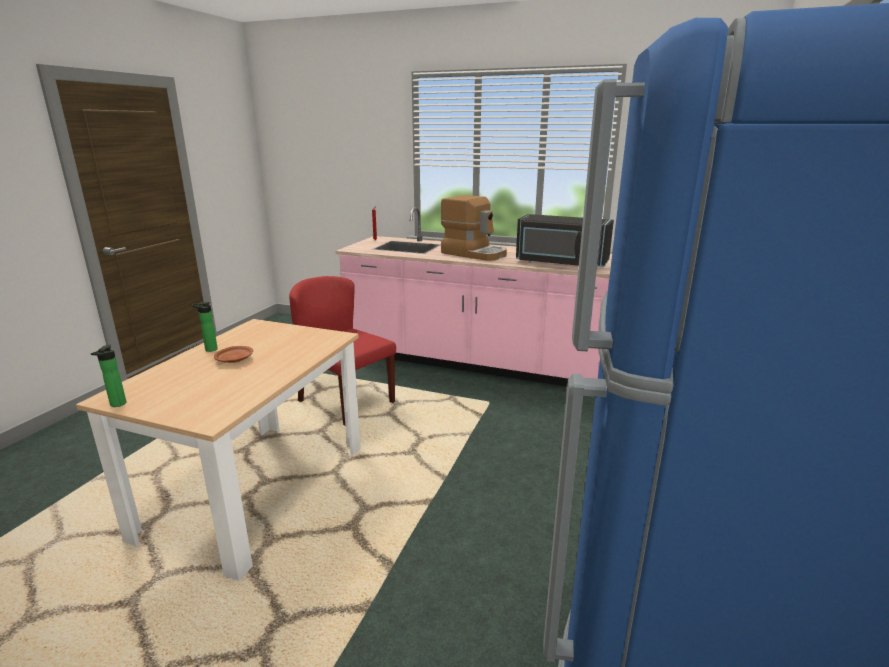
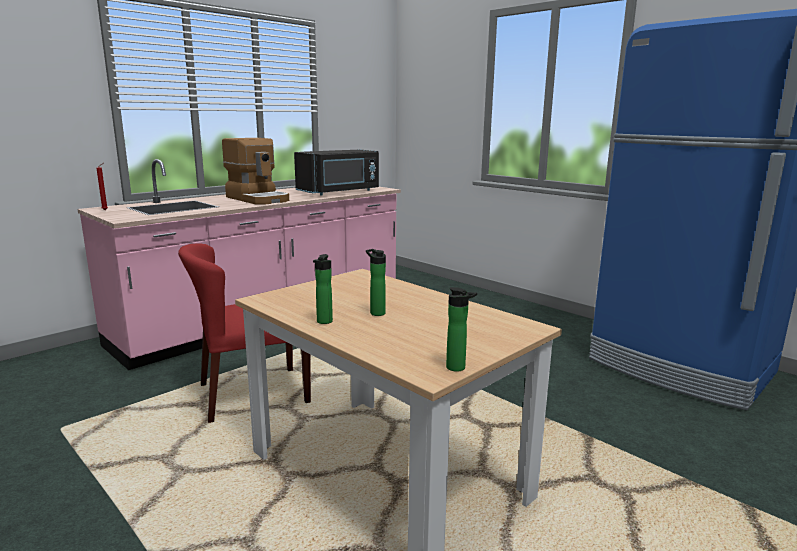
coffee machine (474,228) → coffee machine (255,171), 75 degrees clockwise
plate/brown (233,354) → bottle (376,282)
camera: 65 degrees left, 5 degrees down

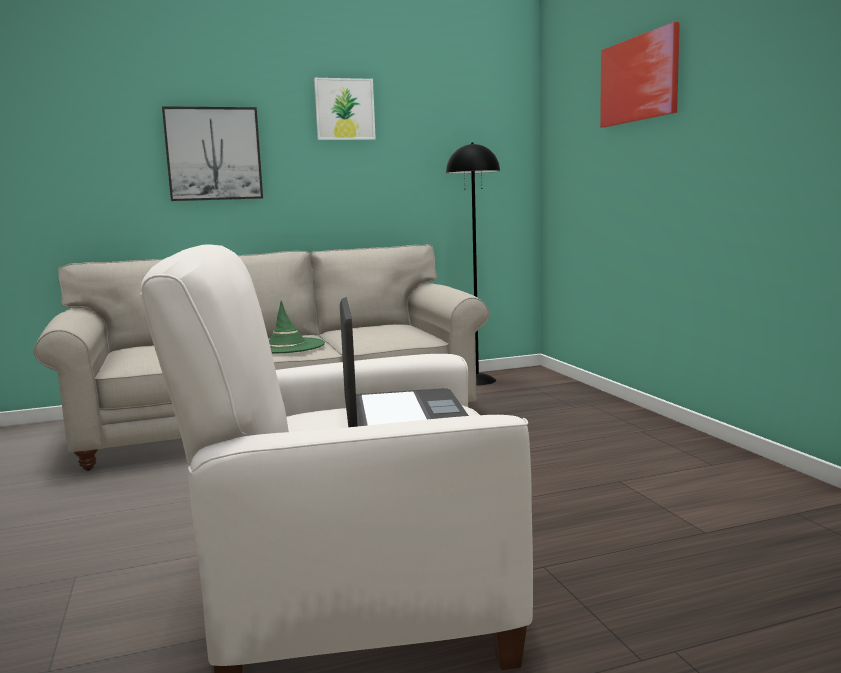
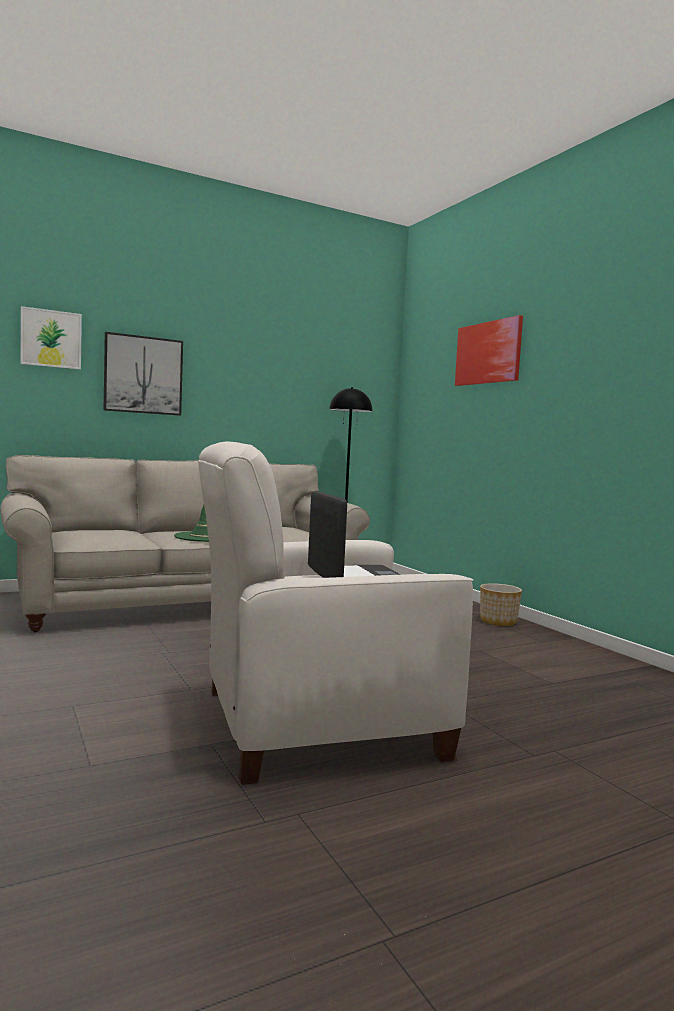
picture (345,109) → picture (51,338), move
- → planter (501,604)
camera: 10 degrees left, 5 degrees down

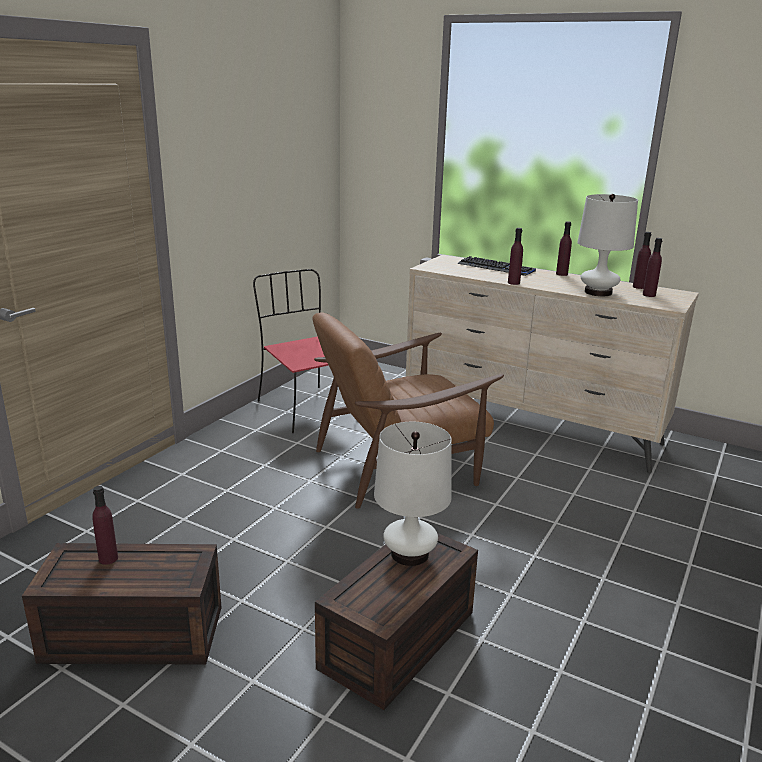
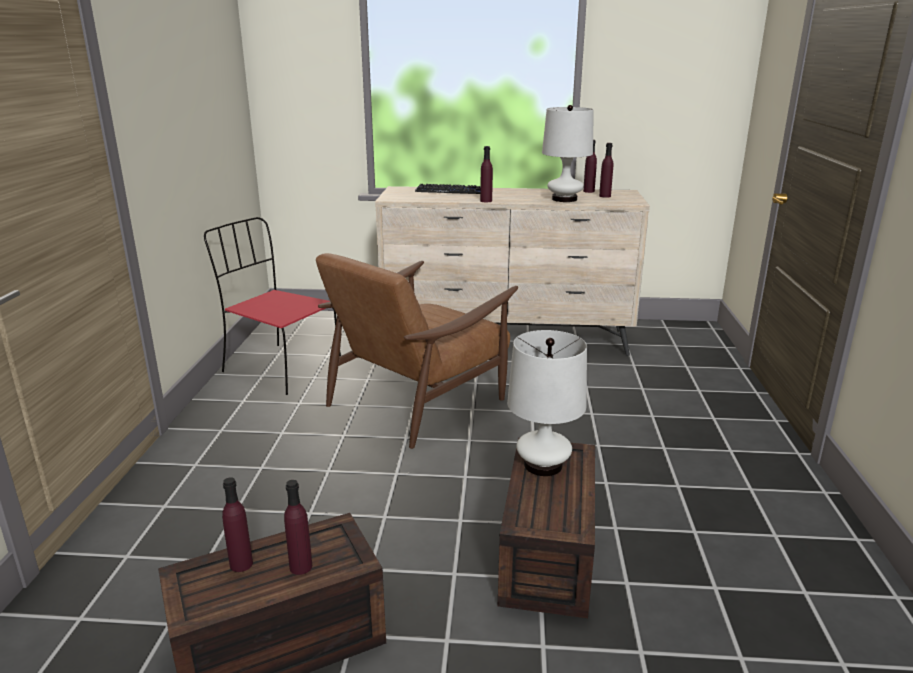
bottle/purple (564,248) → bottle/purple (298,527), move
camera: 25 degrees left, 0 degrees up

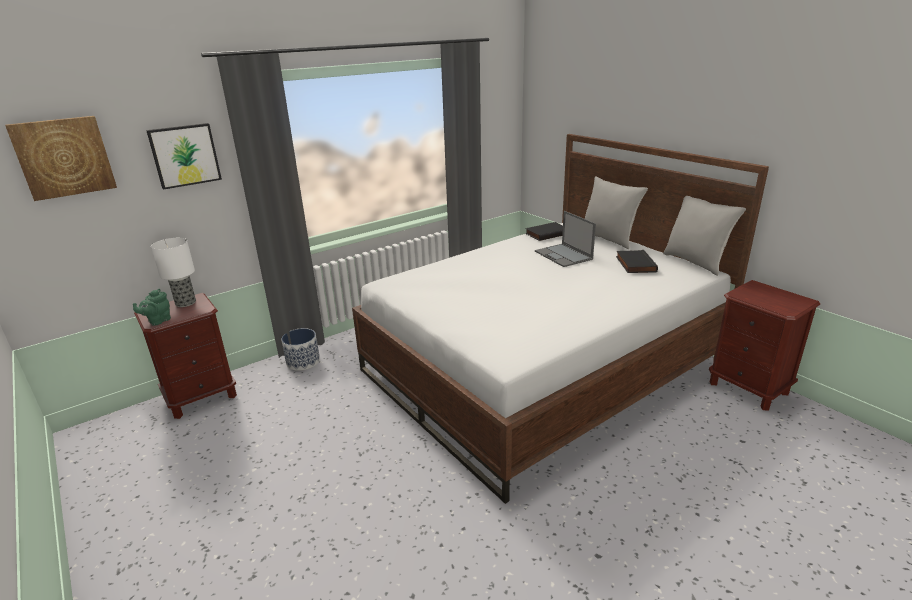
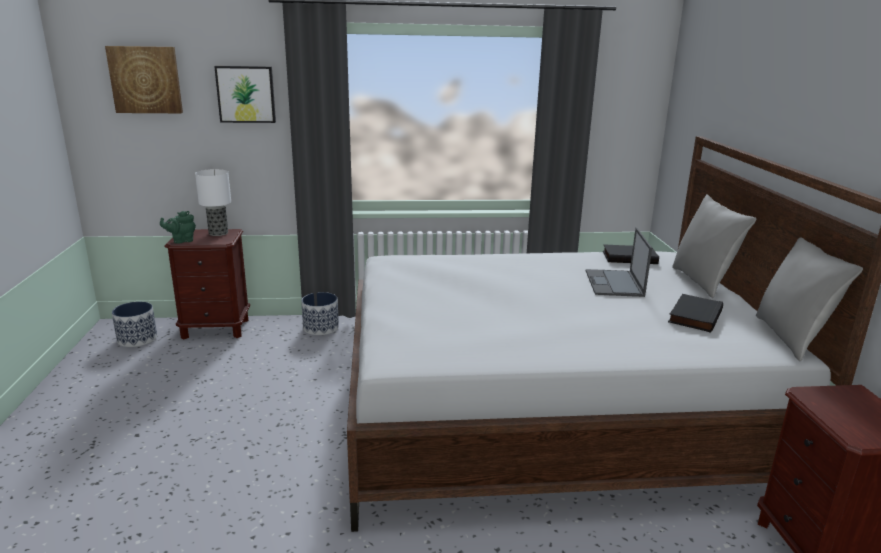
- → planter (134,324)
camera: 30 degrees right, 5 degrees down

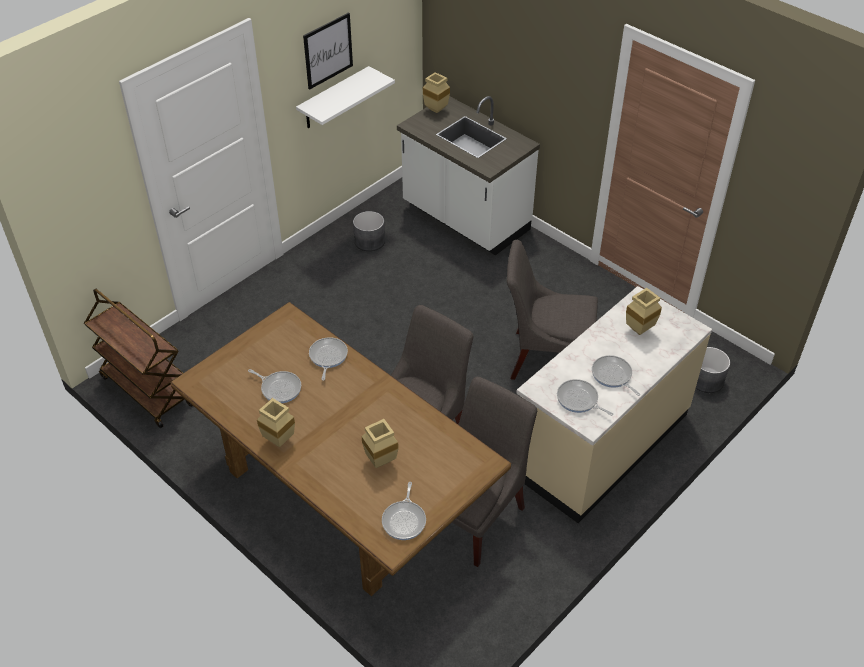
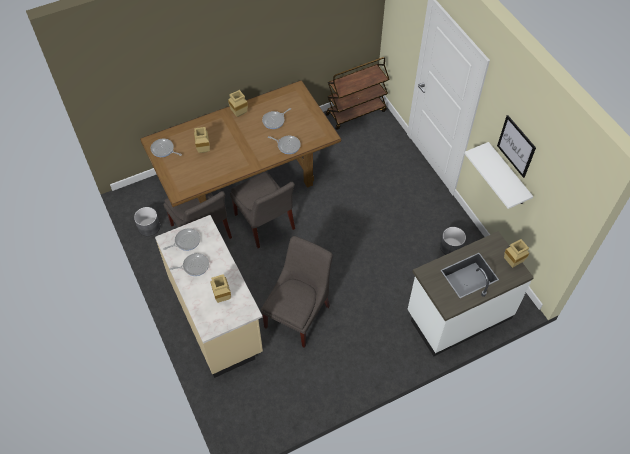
planter/grey (712,370) → planter/grey (147,221), move
camera: 110 degrees right, 10 degrees up

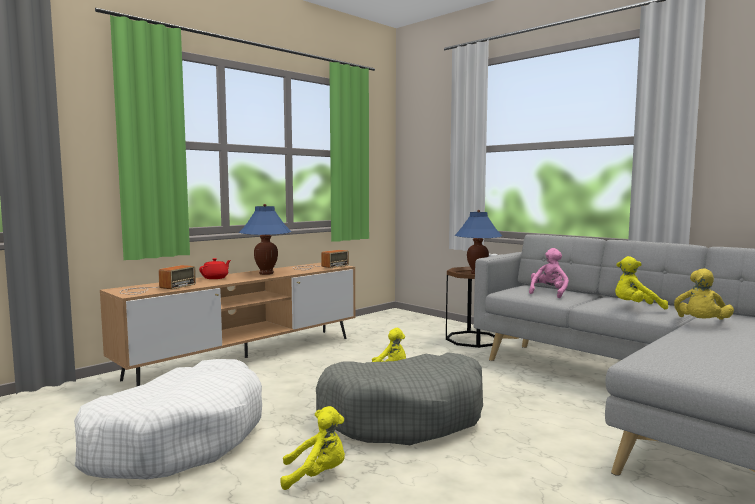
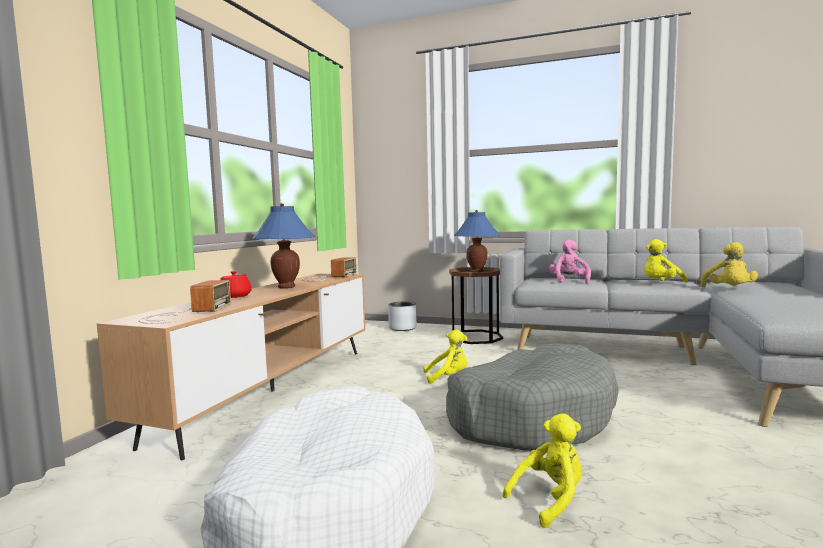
- → planter/grey (402,316)
camera: 25 degrees left, 0 degrees up

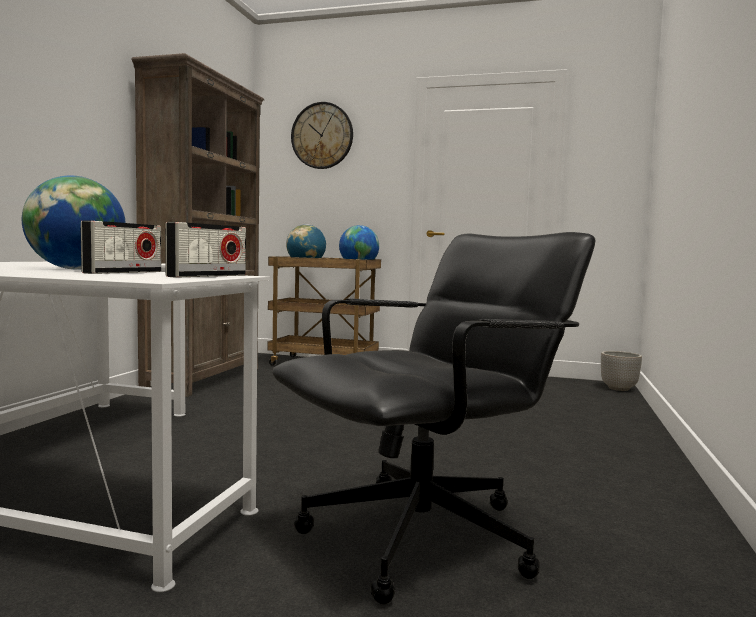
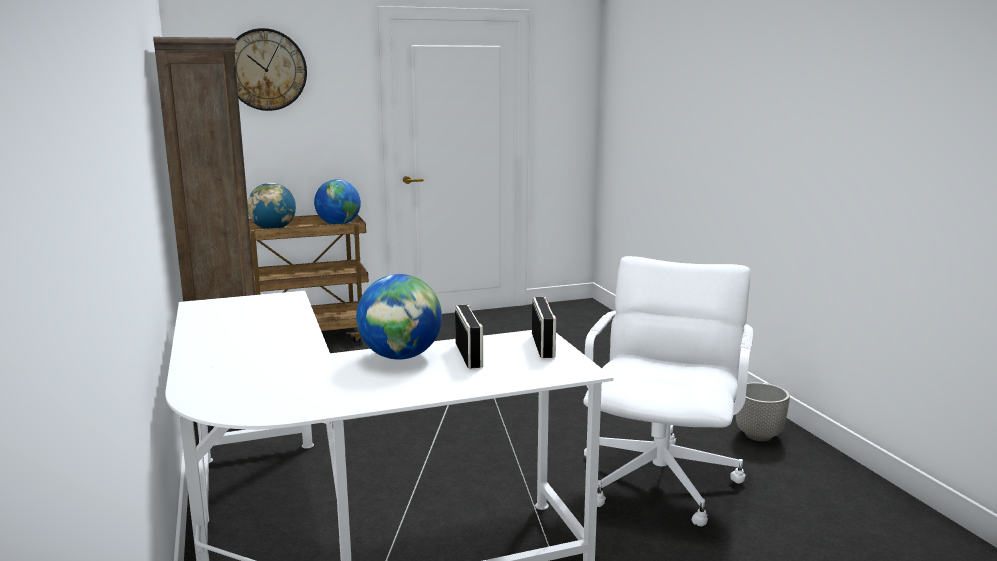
office chair/black (434,418) → office chair/white (668,391)
planter (621,371) → planter (762,411), move
camera: 35 degrees left, 10 degrees up

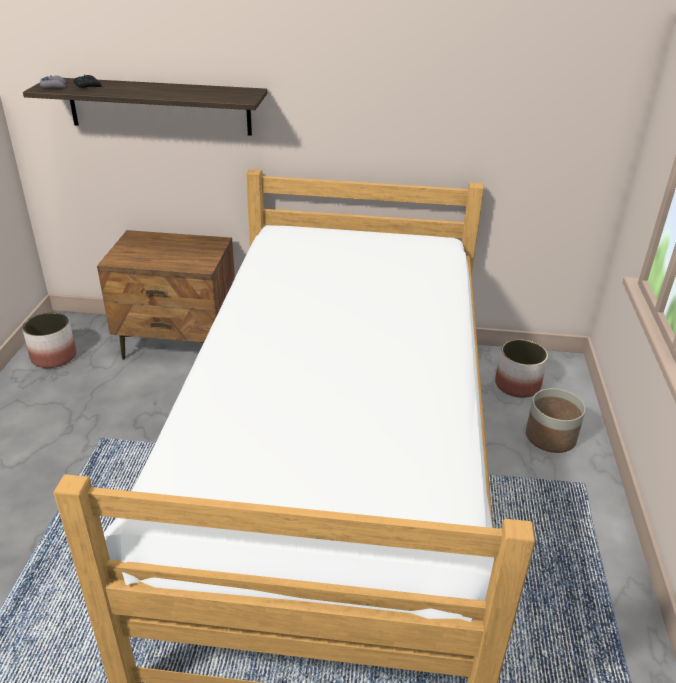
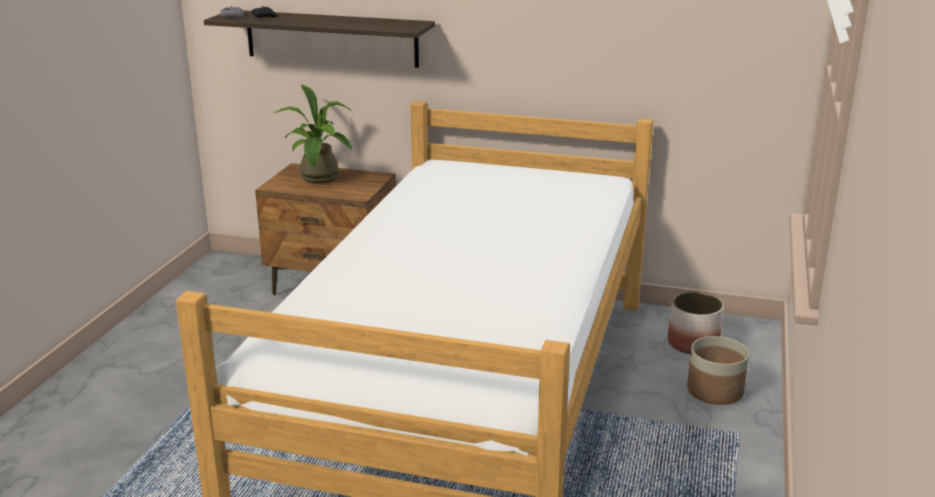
- → potted plant (313,133)
planter (49,340) → -
camera: 10 degrees right, 10 degrees down

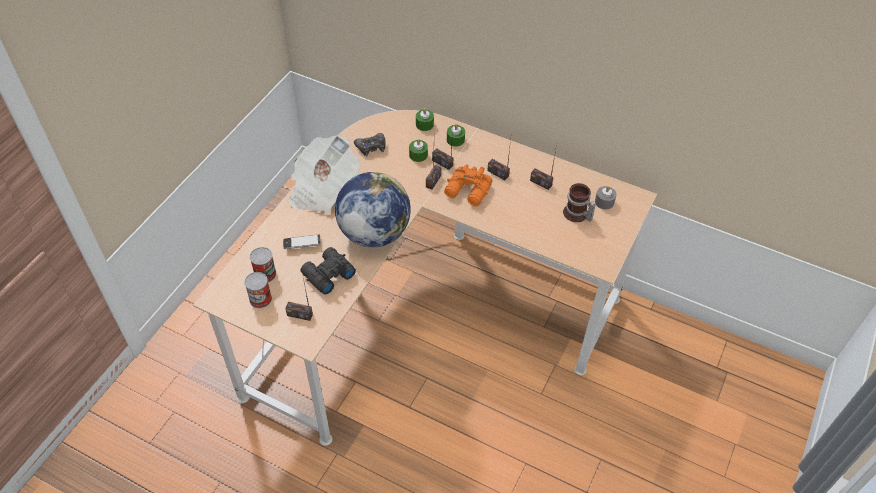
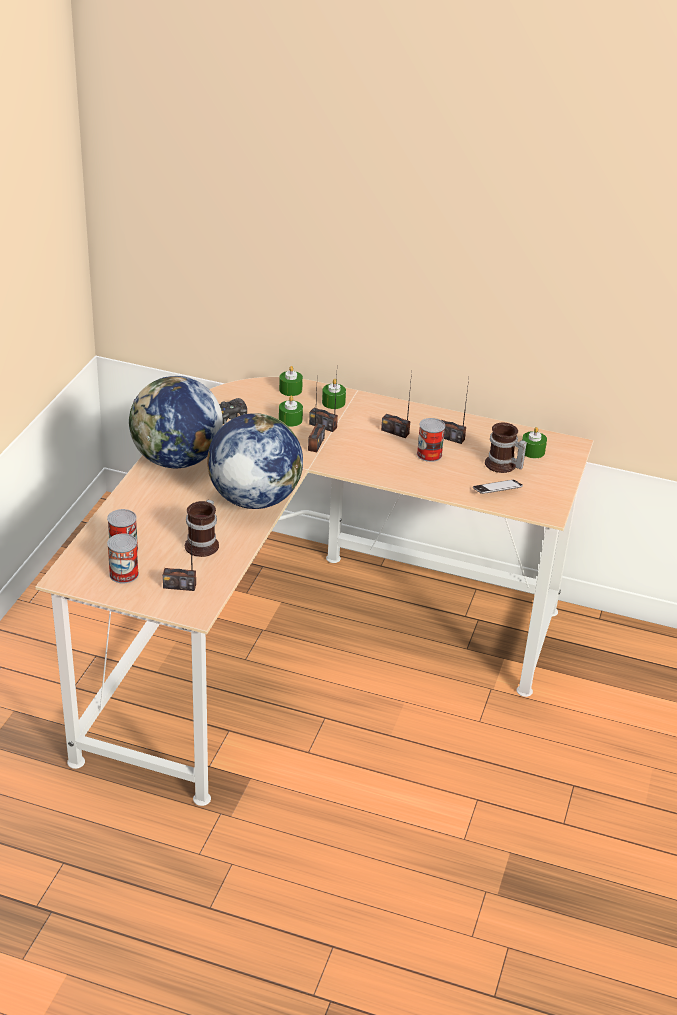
newspaper (324,174) → globe (176,422)
binoculars/black (328,271) → mug (202,528)
- → can (431,440)
phone (302,241) → phone (498,487), move
candle/grey (606,197) → candle/green (534,442)
binoculars/orange (468,185) → -
camera: 10 degrees left, 15 degrees down

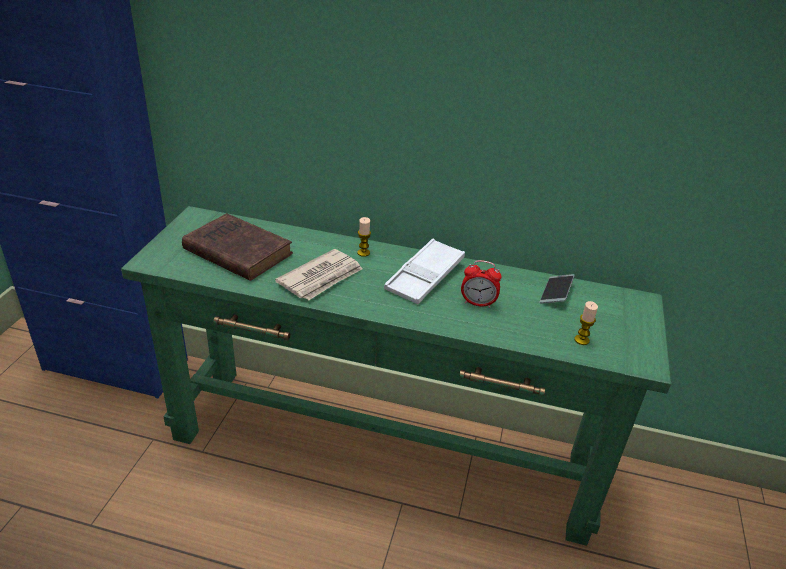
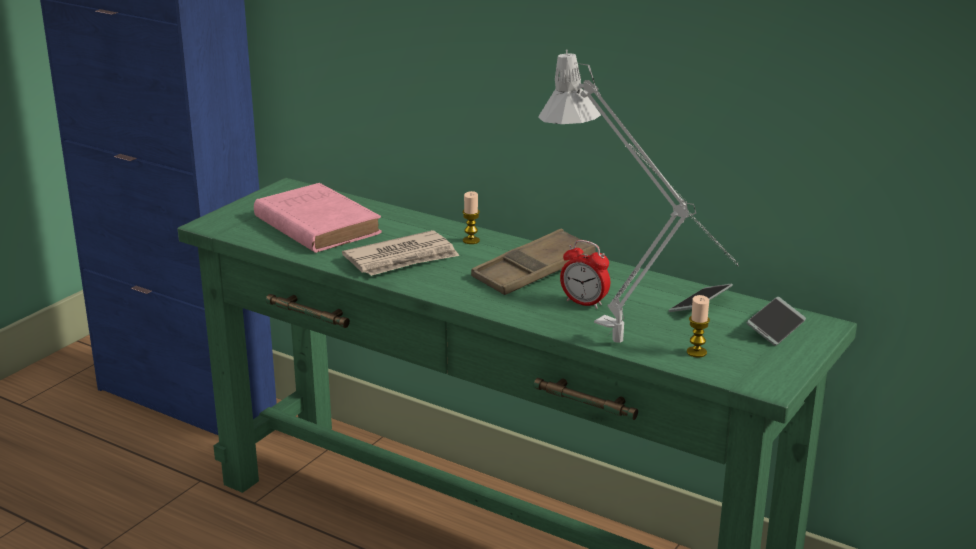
book/brown (237,247) → book/pink (318,218)
tray/white (424,271) → tray/brown (533,262)
- → table lamp/grey (638,196)
- → phone (776,321)
camera: 20 degrees right, 10 degrees down

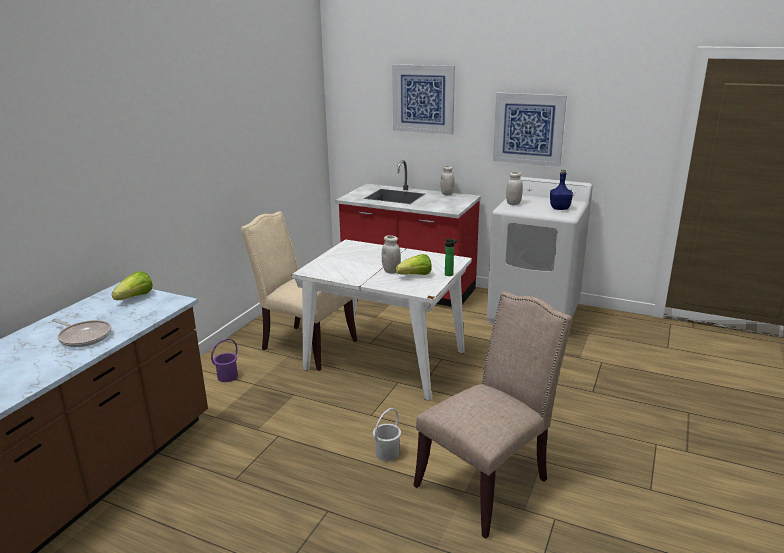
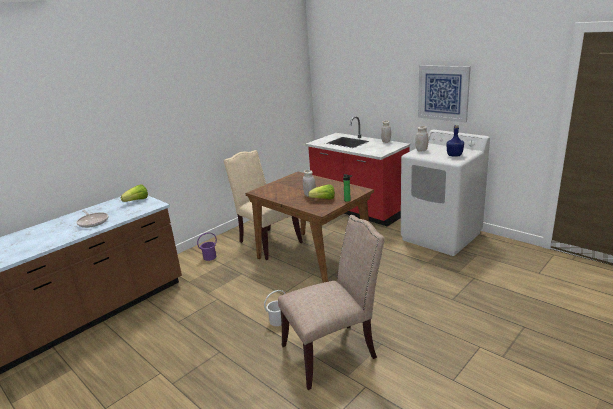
dining table/white (381,320) → dining table/brown (309,227)
picture (423,99) → -
camera: 20 degrees right, 0 degrees up

